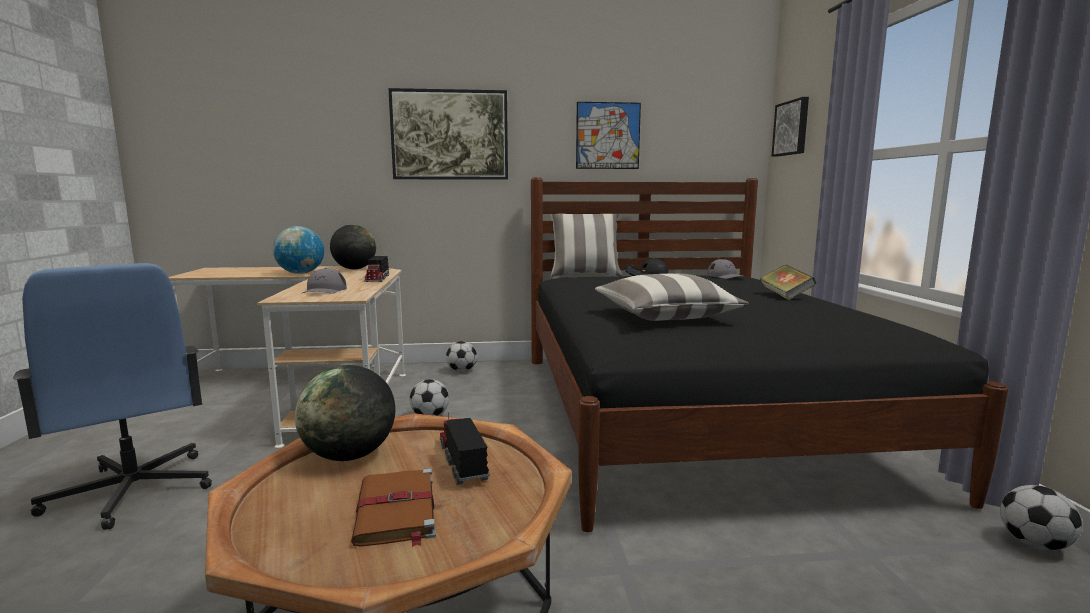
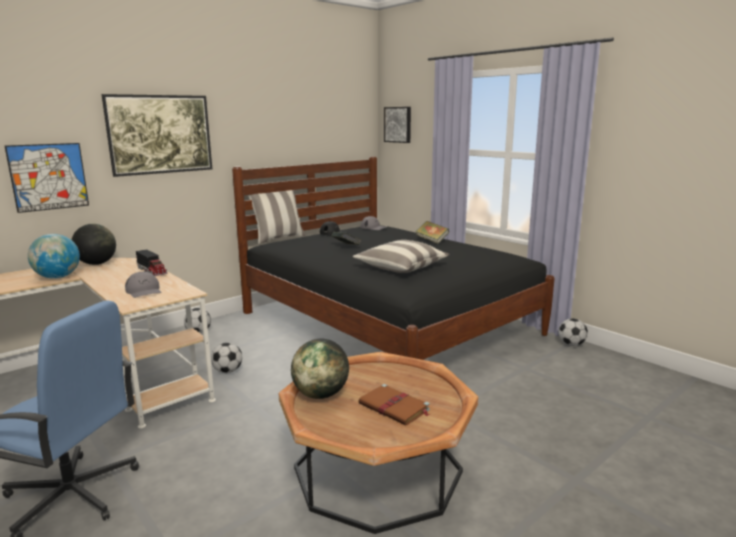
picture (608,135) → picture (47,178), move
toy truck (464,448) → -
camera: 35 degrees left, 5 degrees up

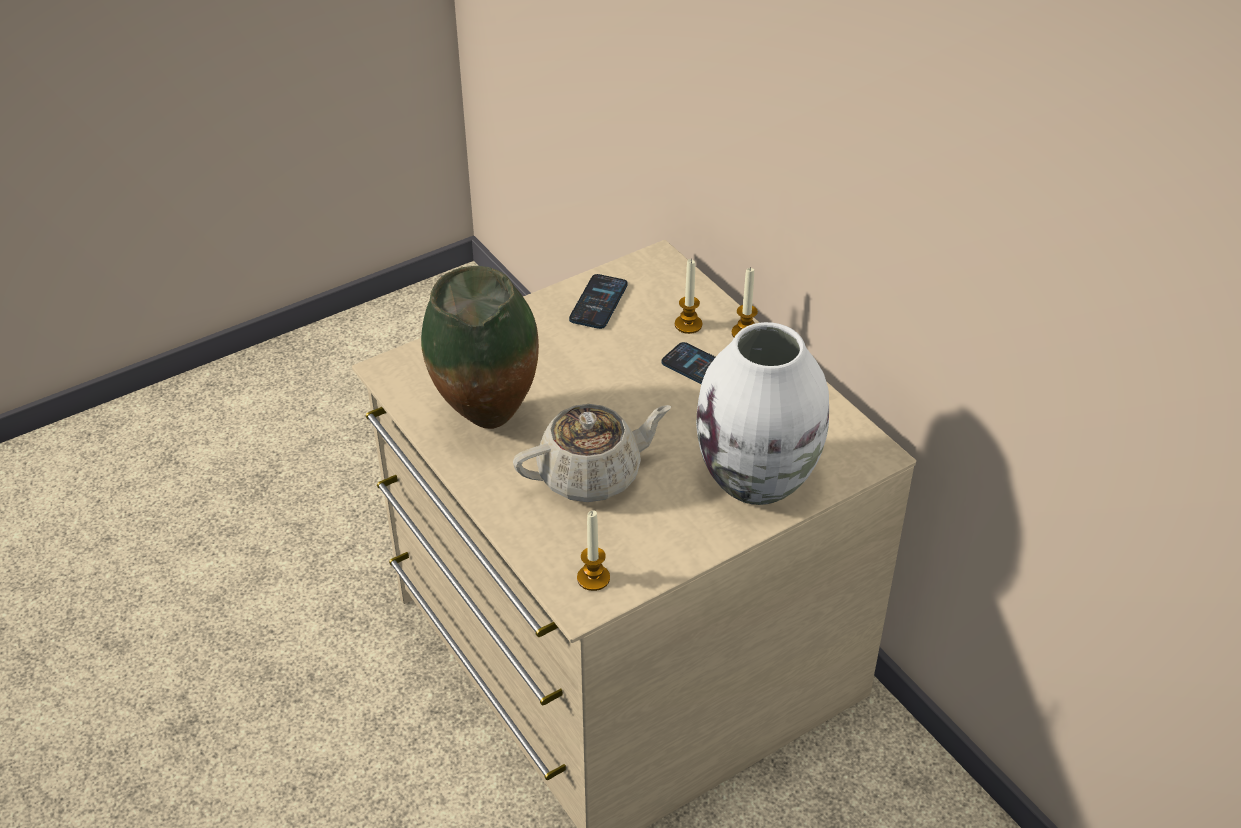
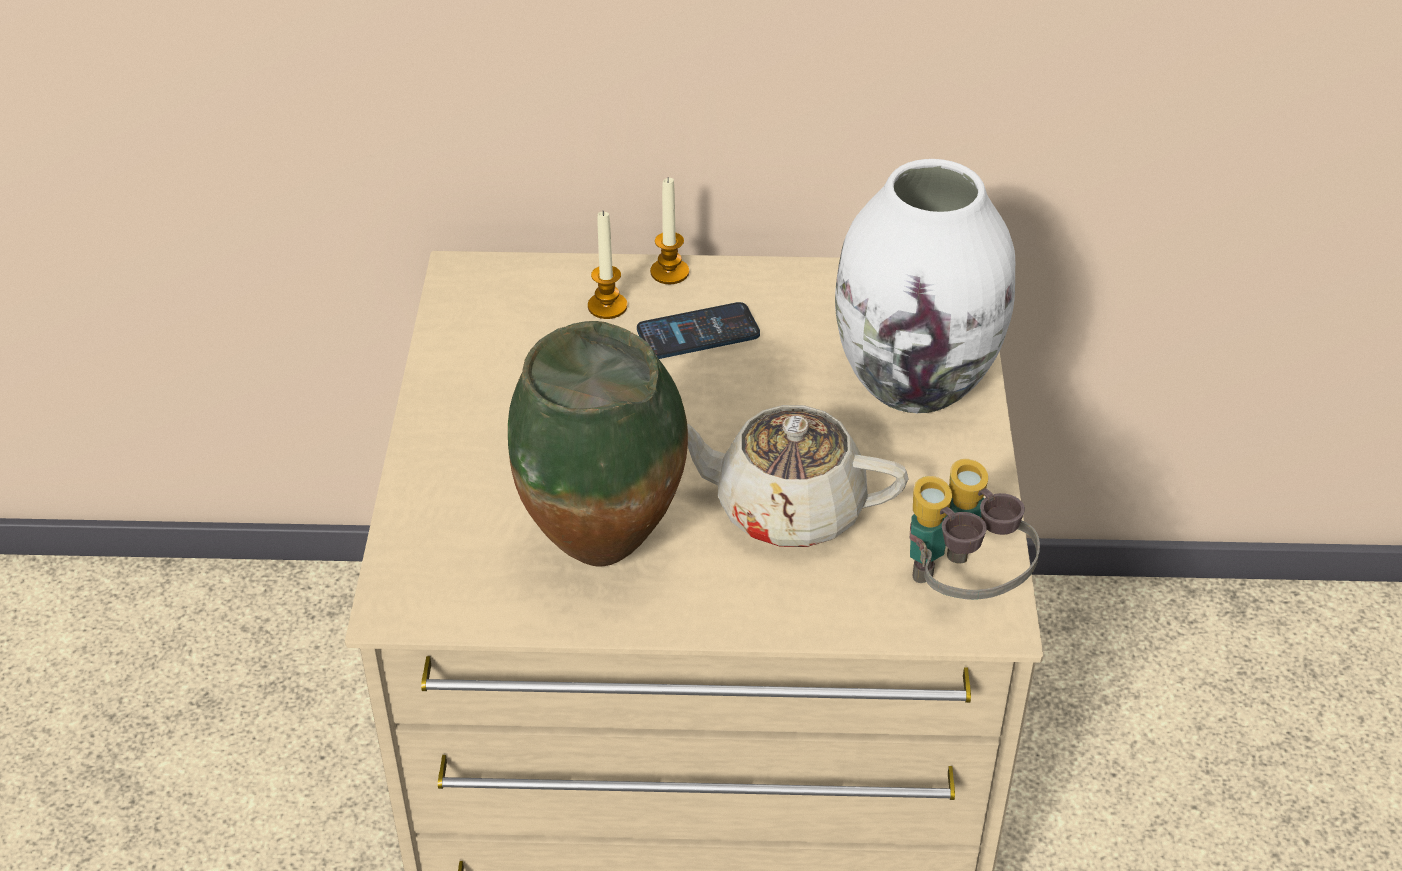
teapot/beige (592,453) → teapot/beige (797,476), 90 degrees counterclockwise
candle (593,550) → binoculars (975,529)
phone (598,301) → -
camera: 55 degrees left, 0 degrees up

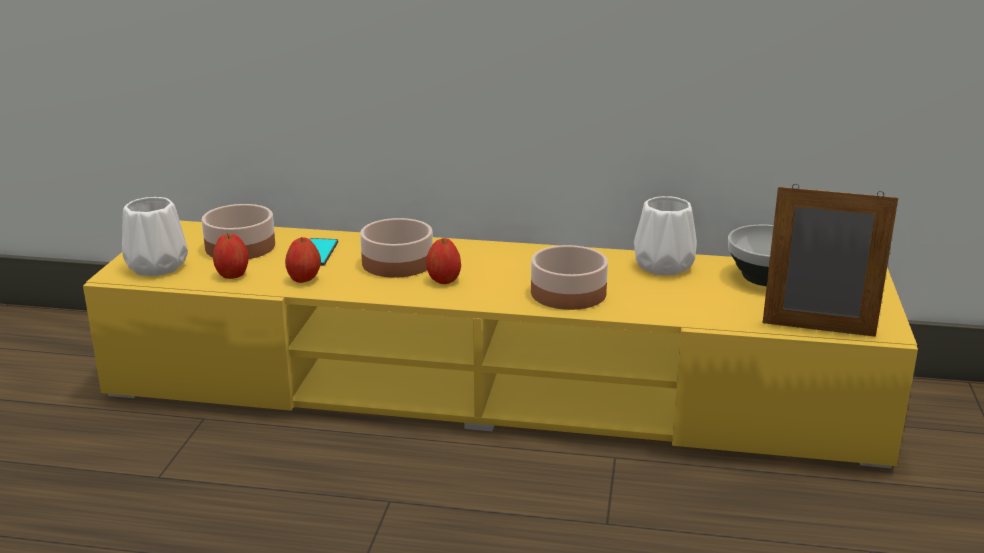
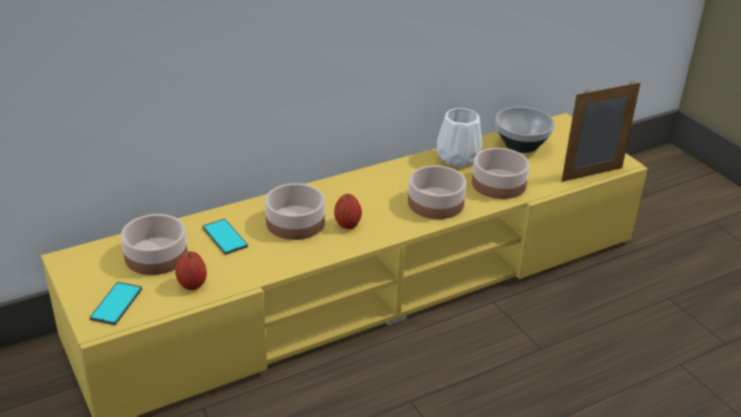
vase/white (155,236) → phone (116,303)
- → bowl (500,173)
apple (303,260) → -
camera: 40 degrees left, 10 degrees up

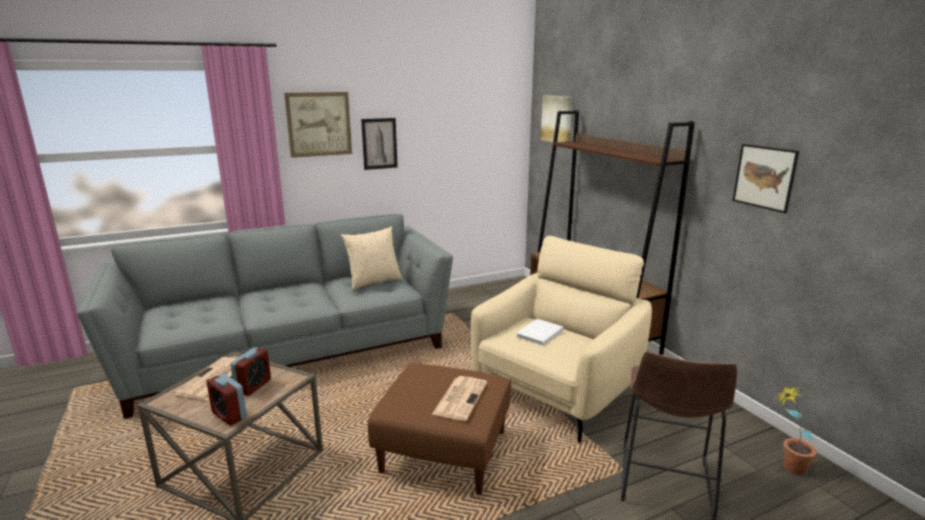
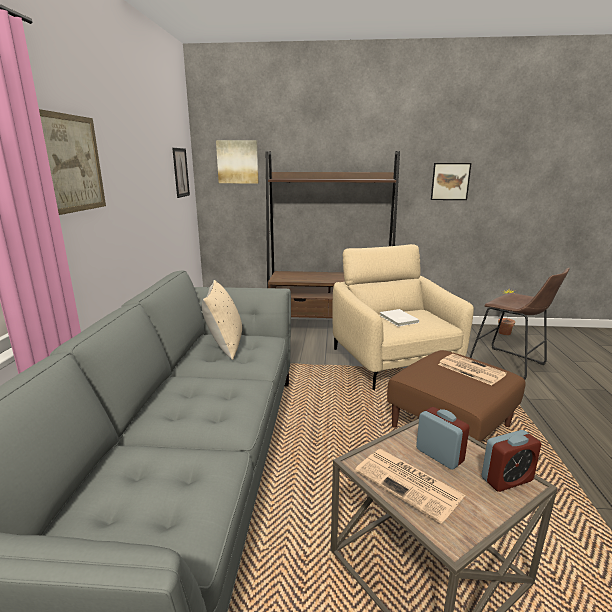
picture (379,144) → picture (181,173), move
camera: 60 degrees left, 0 degrees up

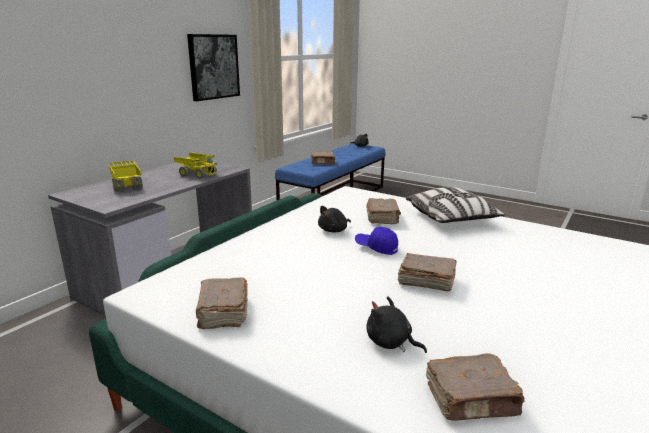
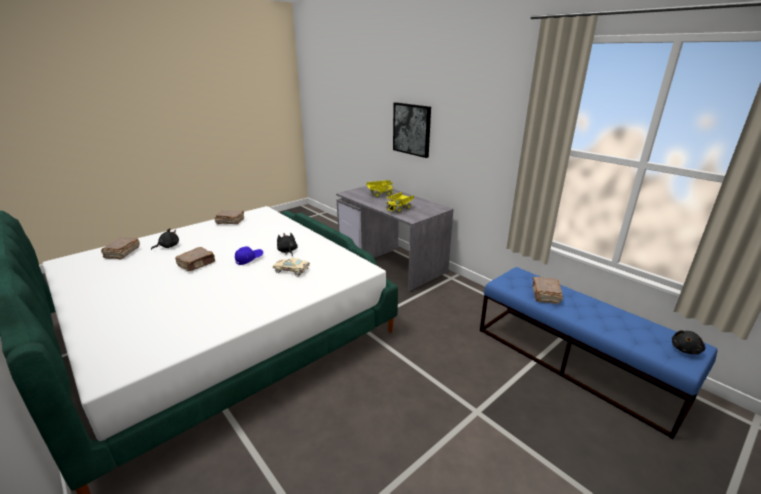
book/brown (383,211) → toy car/beige (291,267)
picture (213,67) → picture (412,130), move
pillow (455,205) → -
camera: 105 degrees right, 5 degrees up

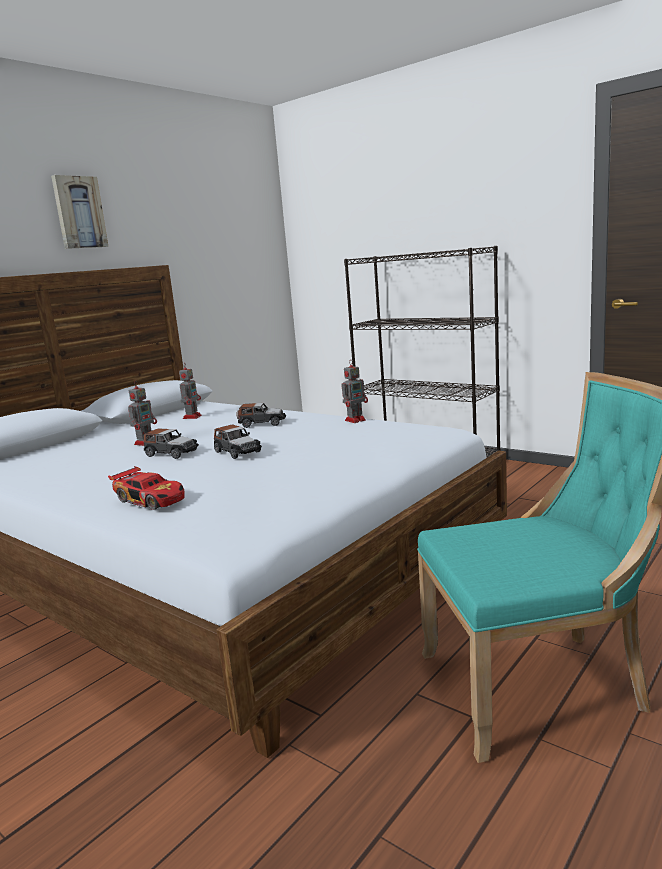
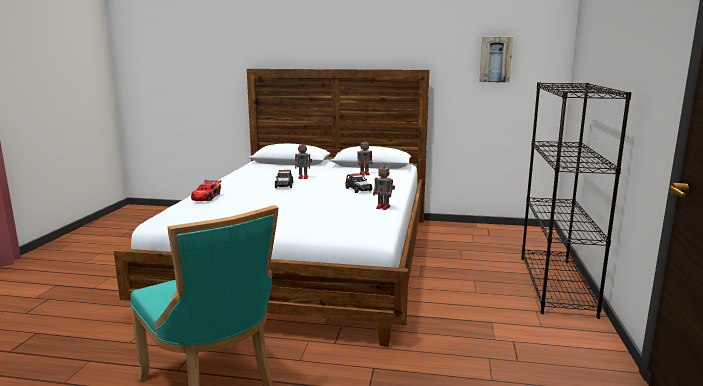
picture (79,212) → picture (496,59), move
toy car (238,441) → -
camera: 60 degrees right, 0 degrees up

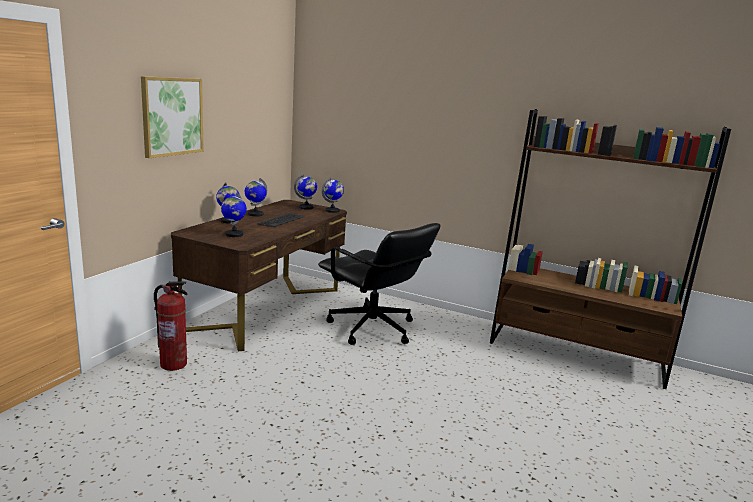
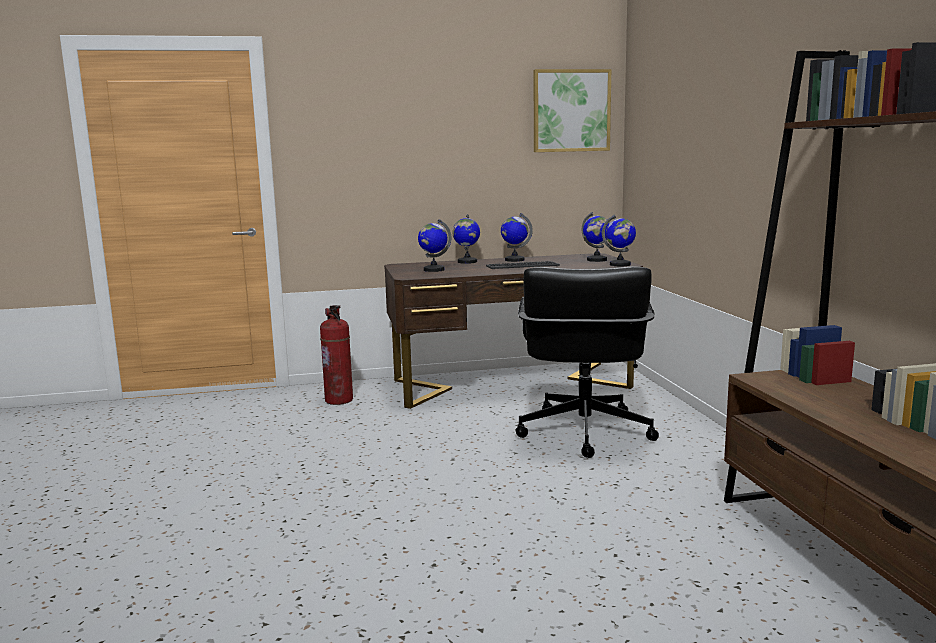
picture (172,117) → picture (572,110), move
camera: 55 degrees right, 5 degrees down

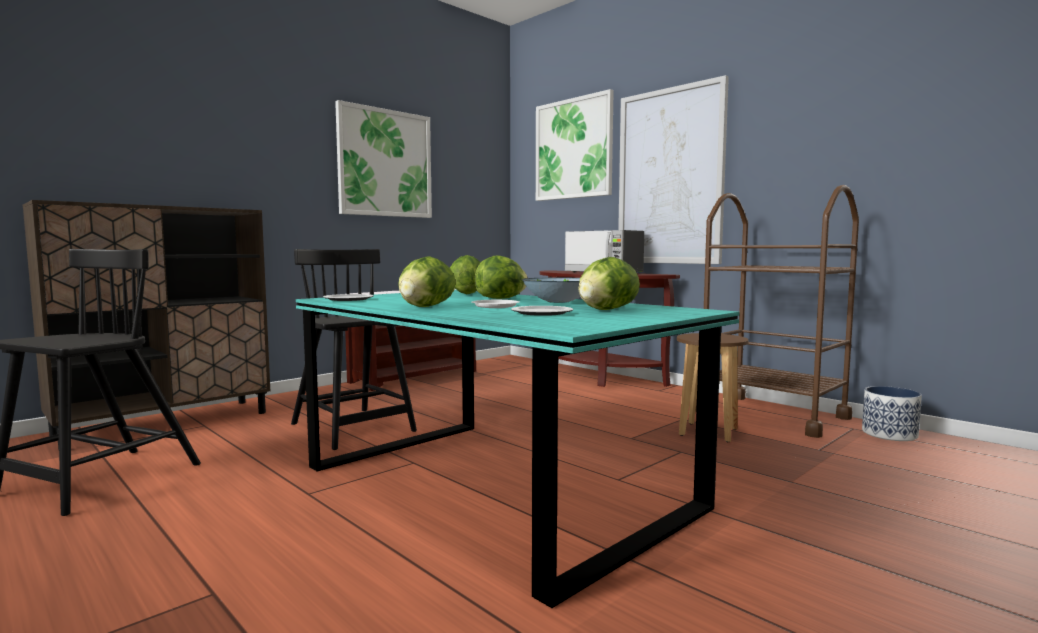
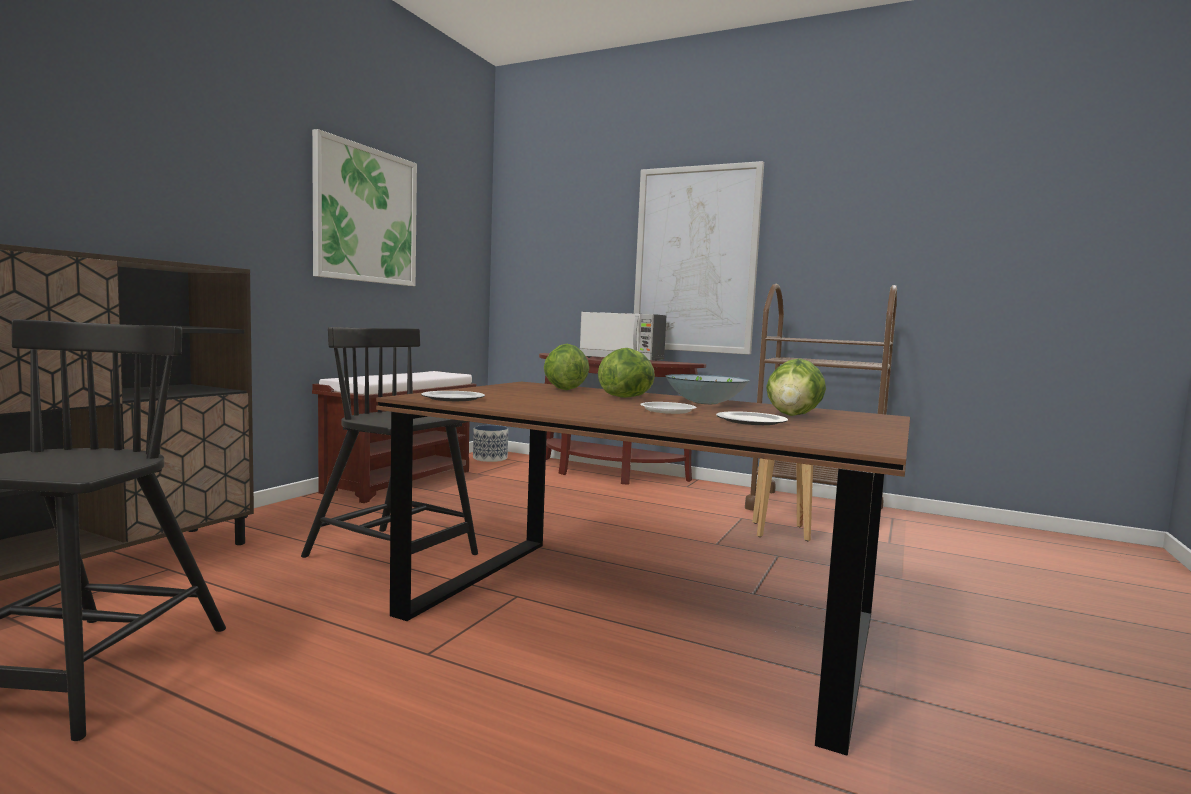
dining table/turquoise (517,449) → dining table/brown (643,569)
planter (892,413) → planter (490,443), move
lettuce (427,281) → -
picture (575,145) → -
camera: 20 degrees left, 0 degrees up

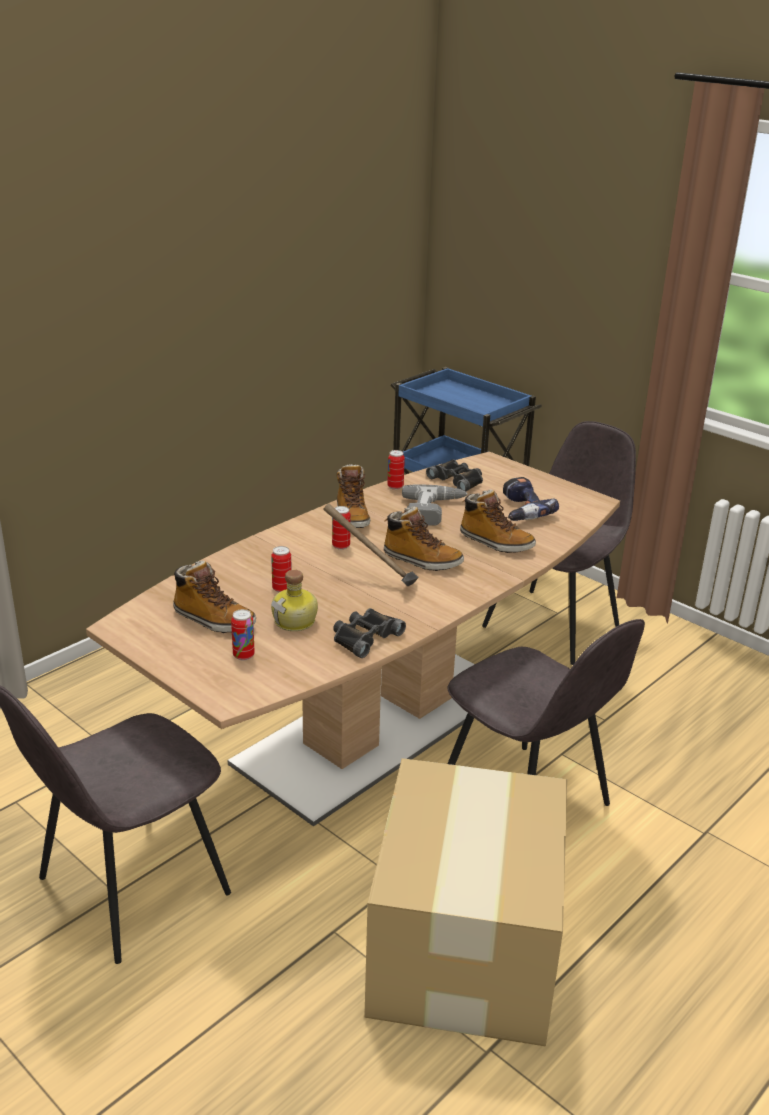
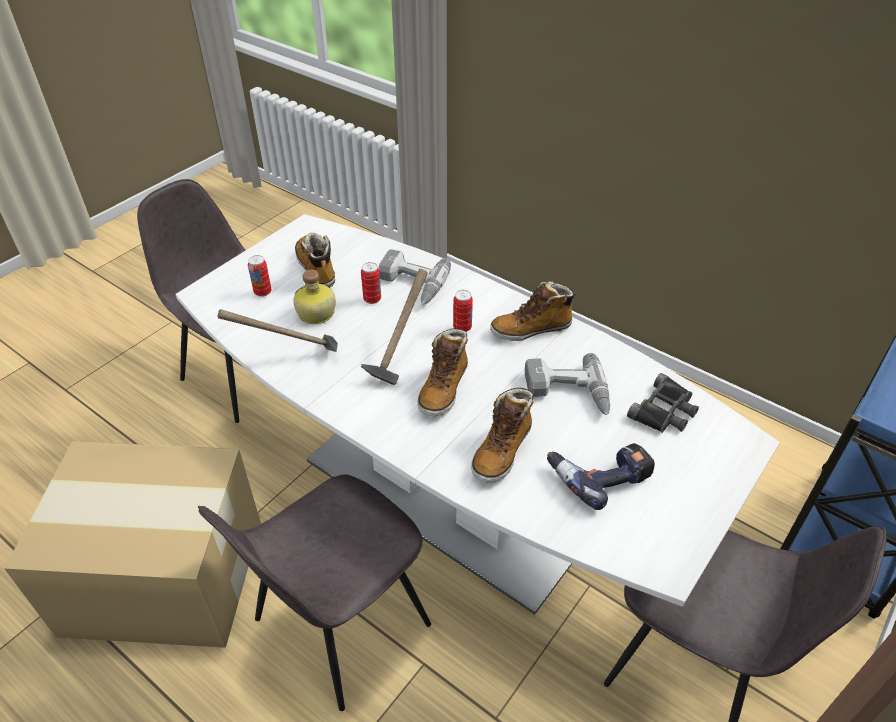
dining table/brown (353,639) → dining table/white (478,414)
binoculars/black (369,633) → hammer (278,330)
boot (214,597) → boot (315,260), 135 degrees clockwise
- → power drill (414,277)
can (396,470) → -
camera: 85 degrees right, 15 degrees up

